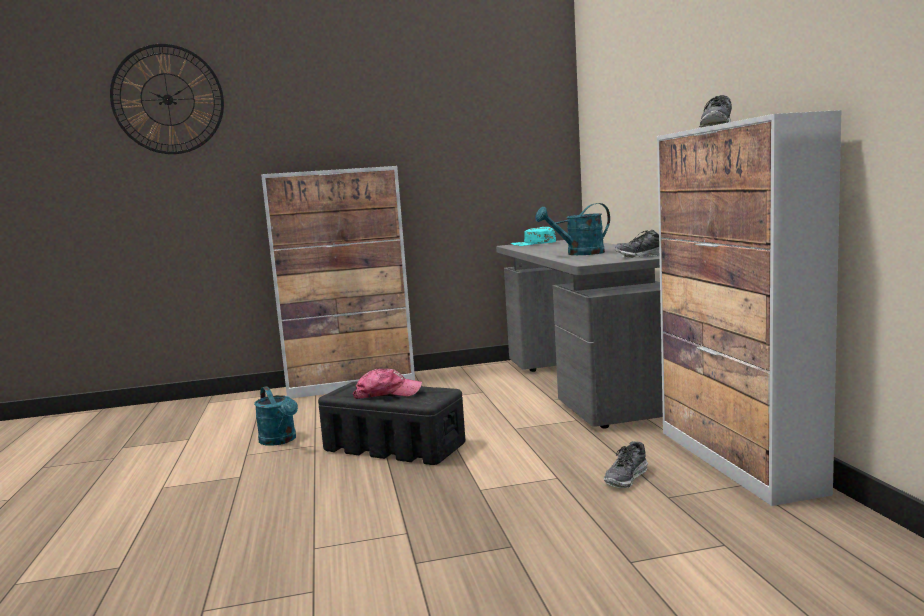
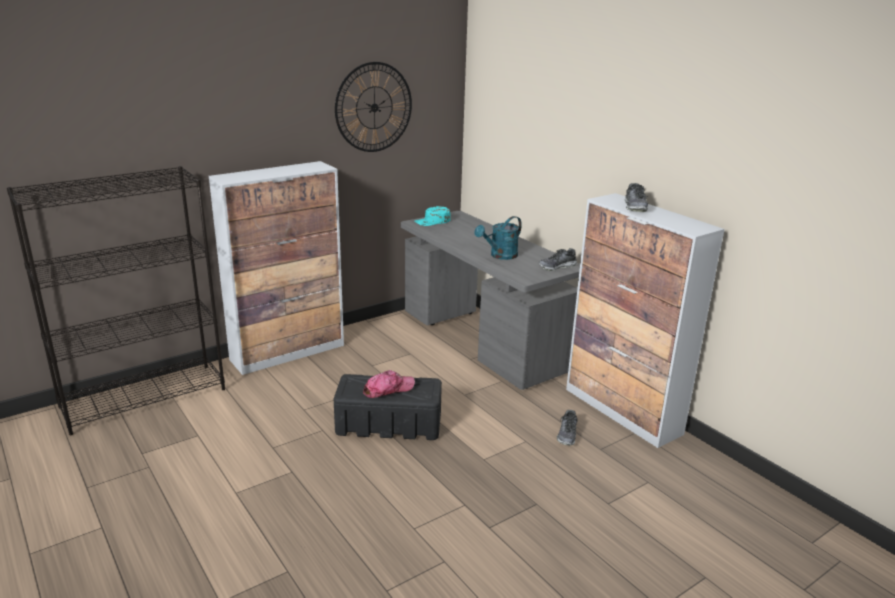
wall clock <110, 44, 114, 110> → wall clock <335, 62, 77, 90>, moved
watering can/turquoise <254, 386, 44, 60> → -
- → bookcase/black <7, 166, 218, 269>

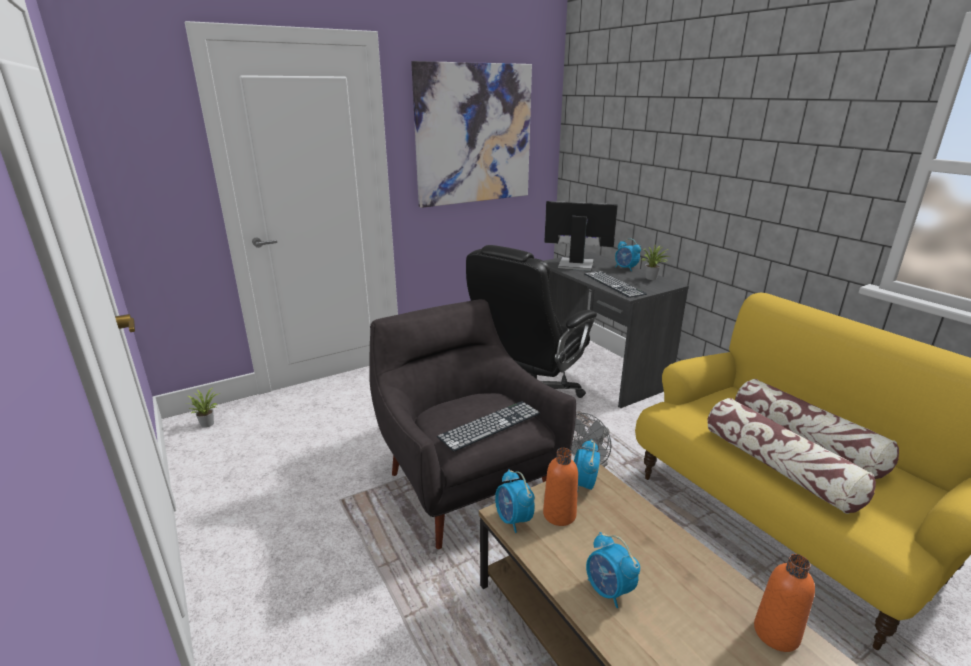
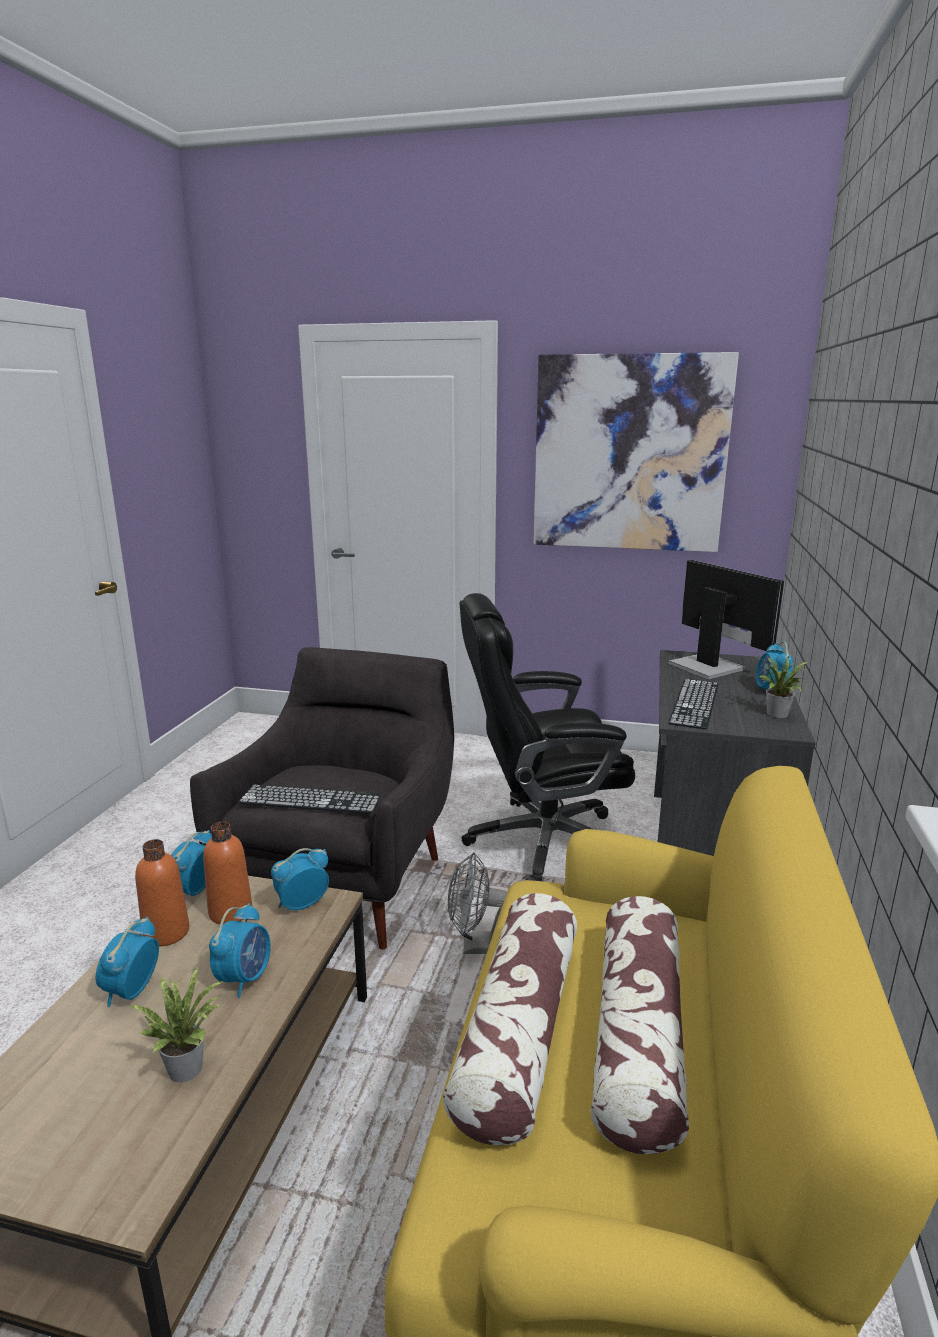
potted plant <188, 387, 30, 41> → potted plant <130, 967, 96, 115>, moved
bottle/orange <754, 554, 61, 98> → bottle/orange <135, 839, 54, 108>, moved
- → alarm clock <209, 903, 62, 95>

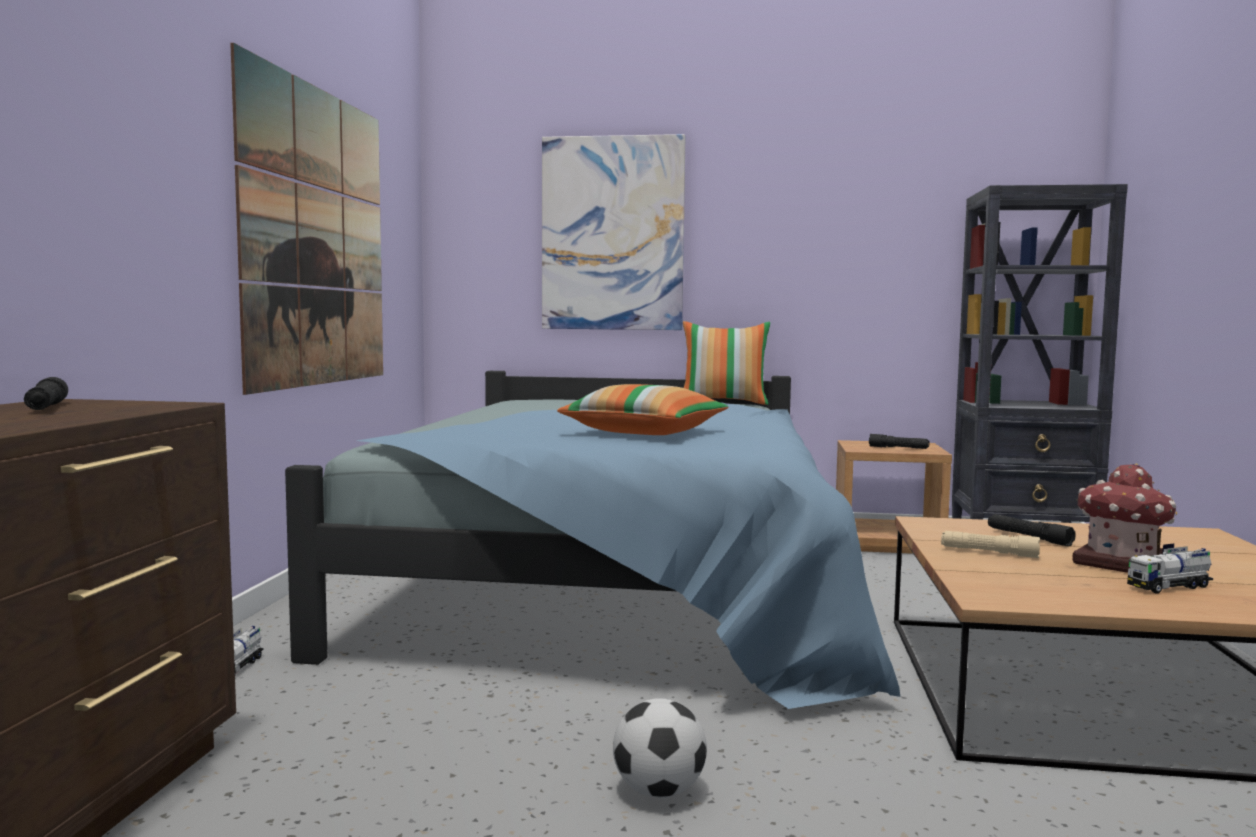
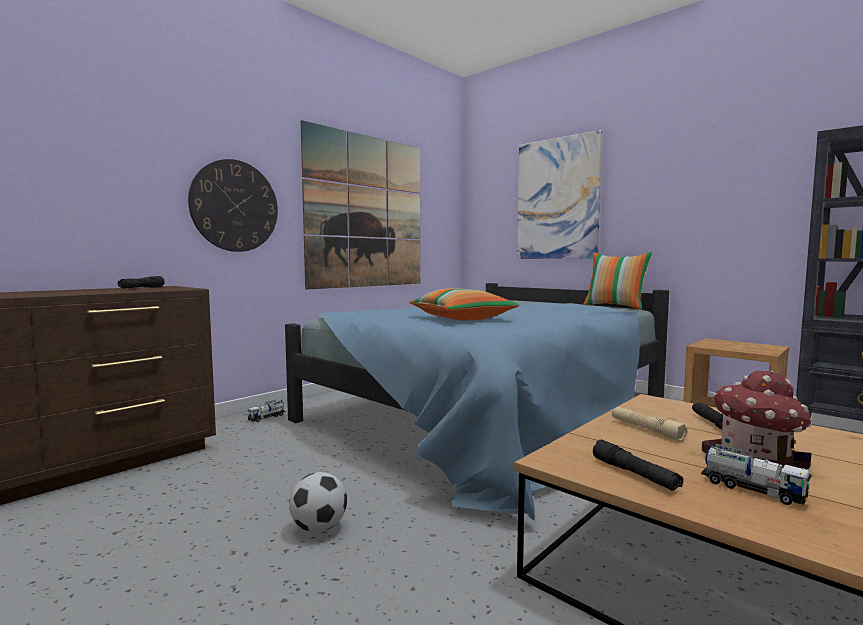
flashlight/black <869, 434, 60, 15> → flashlight/black <593, 440, 90, 51>, moved
toy truck <1127, 546, 86, 48> → toy truck <701, 444, 111, 61>, 150 degrees counterclockwise
- → wall clock <188, 159, 90, 93>

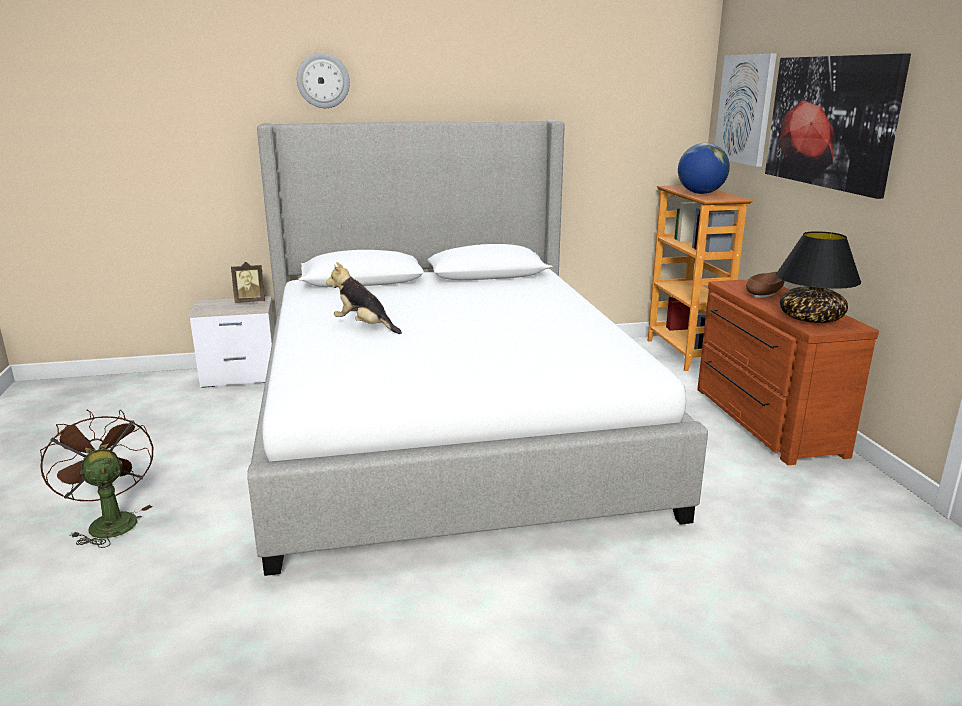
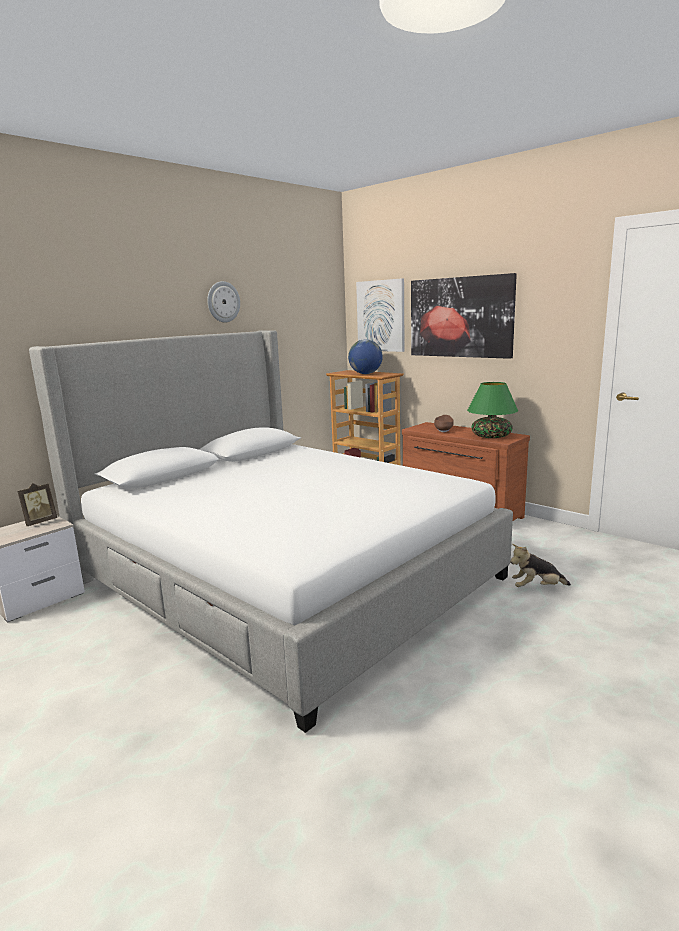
wall clock <297, 53, 53, 55> → wall clock <207, 281, 33, 41>, moved
table lamp/black <776, 231, 85, 92> → table lamp/green <467, 382, 51, 56>
plush toy <326, 262, 76, 72> → plush toy <510, 544, 61, 43>, moved
fan/brown <40, 409, 113, 139> → -

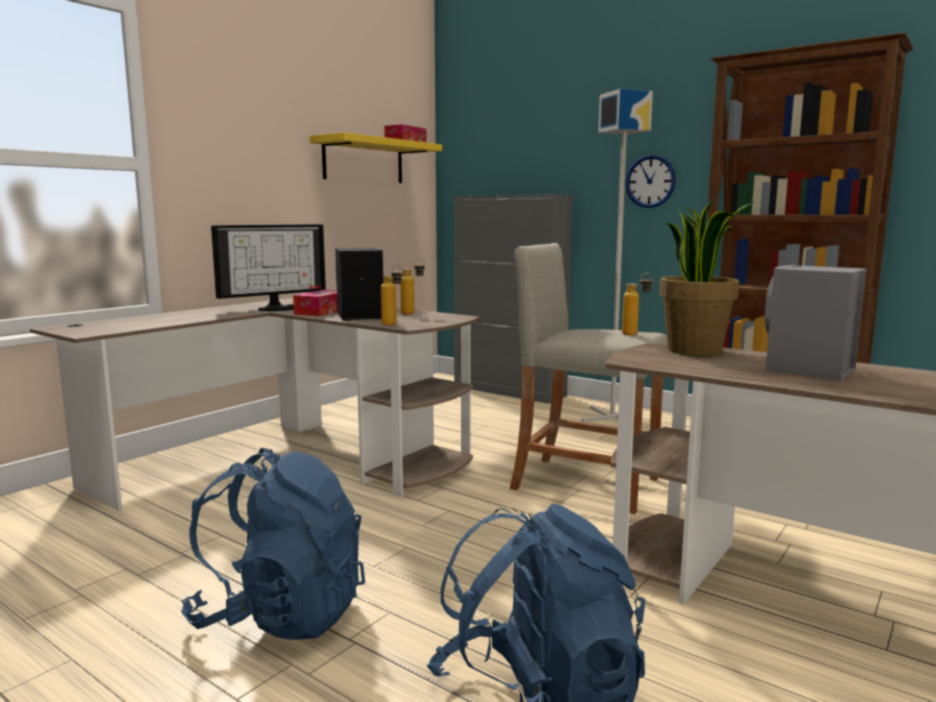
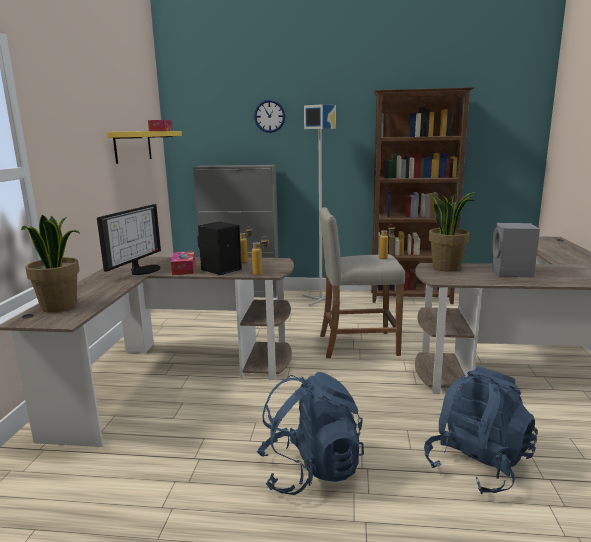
wall clock <625, 155, 51, 53> → wall clock <254, 100, 31, 33>, moved
- → potted plant <21, 214, 59, 99>

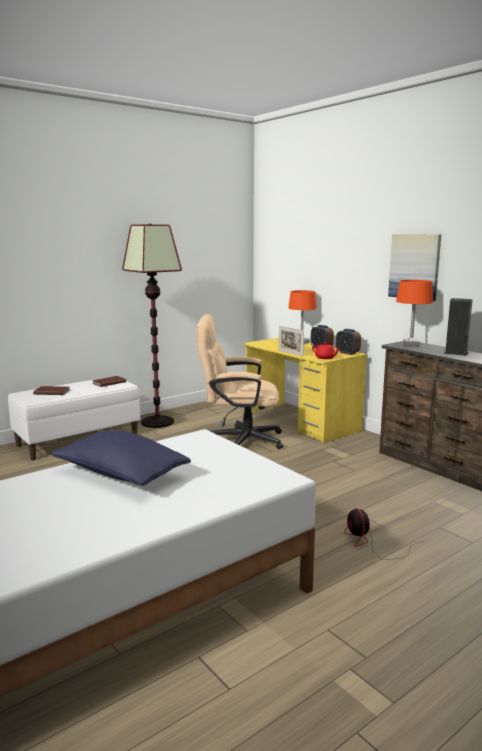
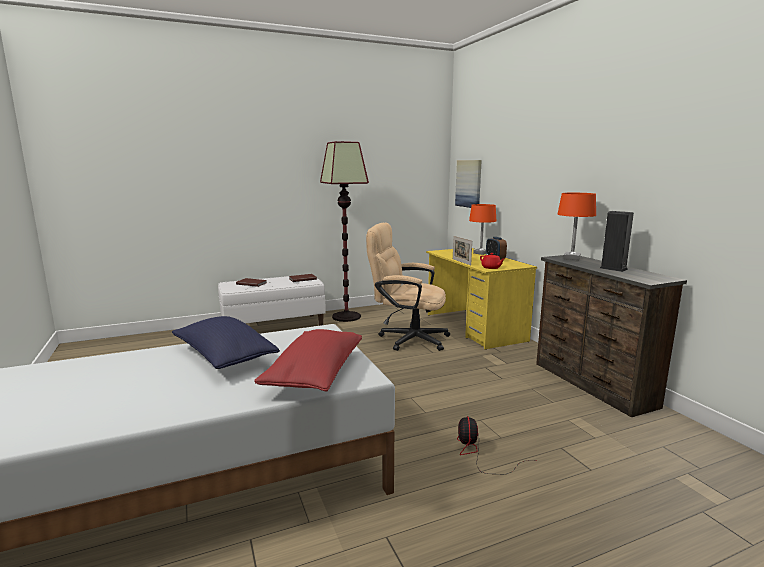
picture <388, 234, 53, 67> → picture <455, 160, 27, 48>, moved
alarm clock <336, 329, 25, 26> → -
- → pillow/red <254, 329, 108, 62>

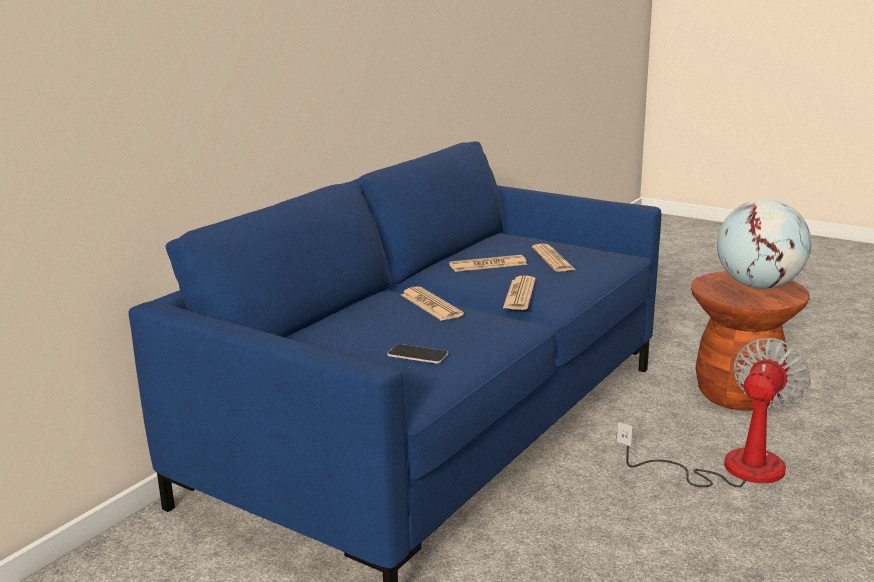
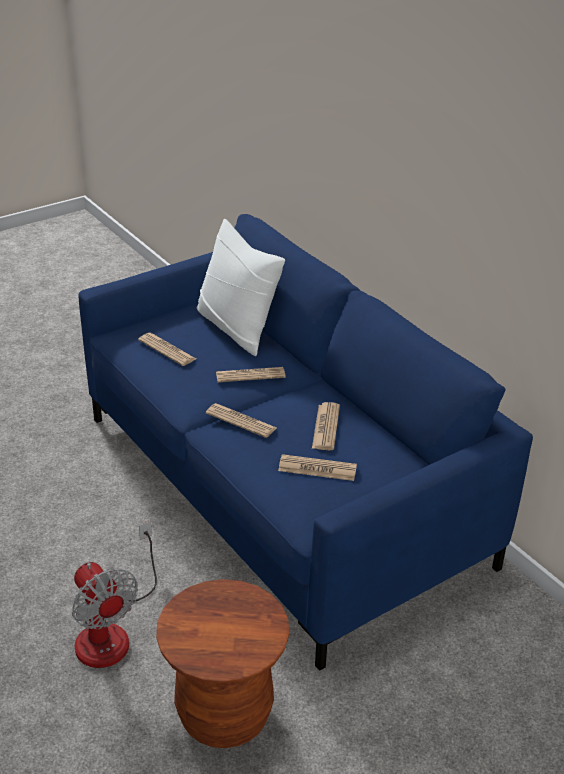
globe <717, 199, 94, 90> → -
phone <388, 344, 60, 19> → newspaper <138, 333, 58, 33>
- → pillow/white <197, 219, 88, 137>

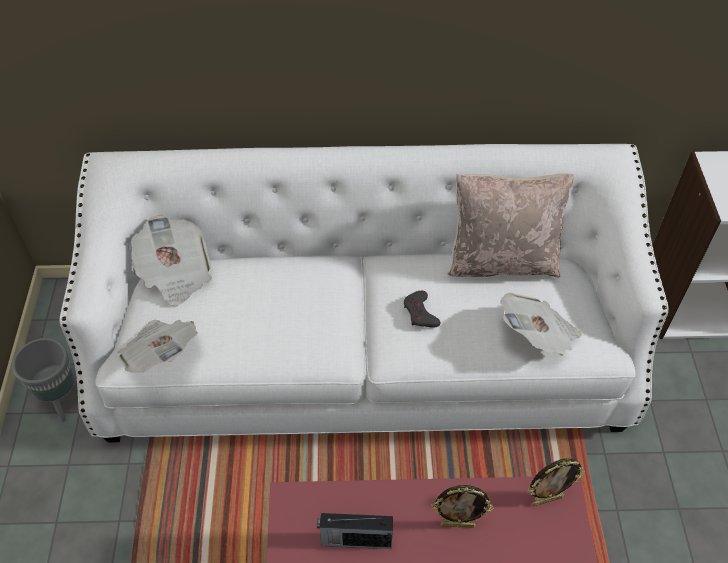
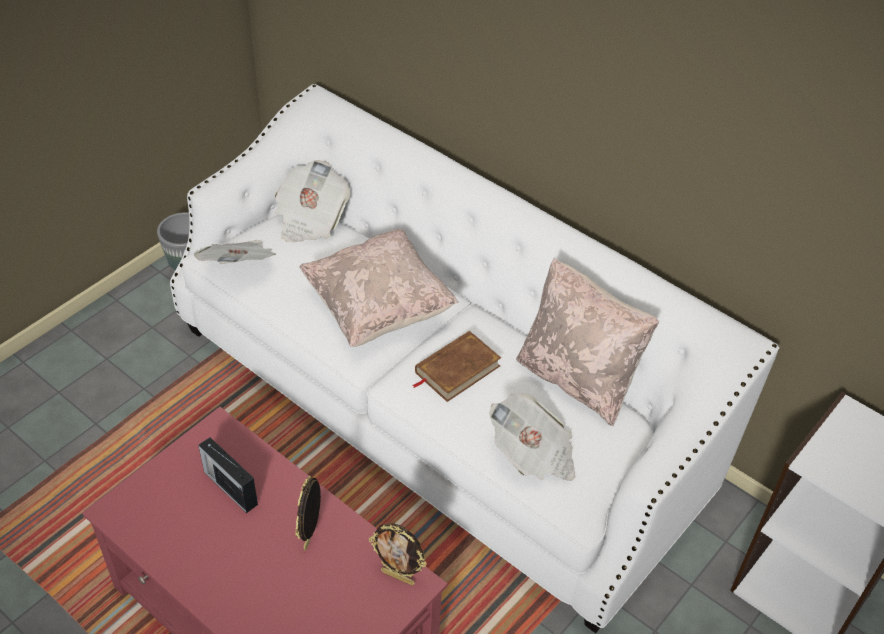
game controller/grey <404, 291, 37, 37> → book/brown <412, 331, 89, 71>
picture frame <431, 485, 63, 43> → picture frame <295, 476, 26, 75>, 60 degrees clockwise
- → pillow/beige <299, 229, 159, 118>

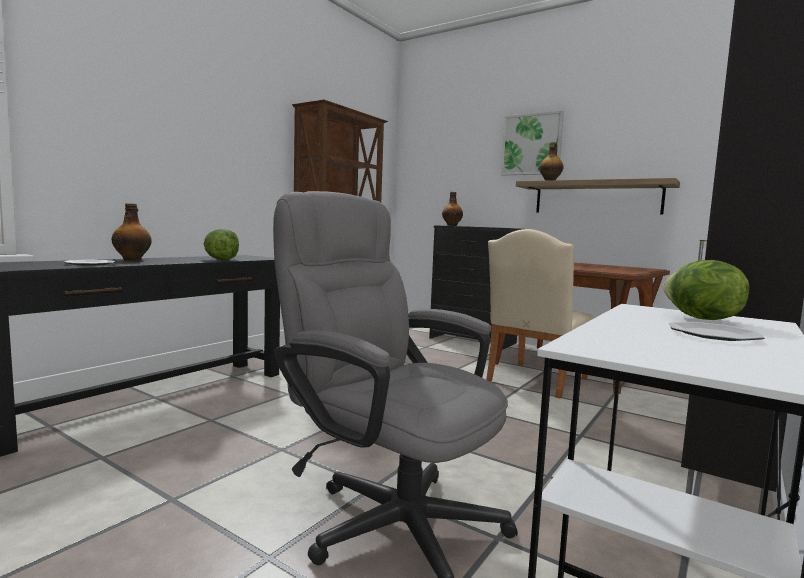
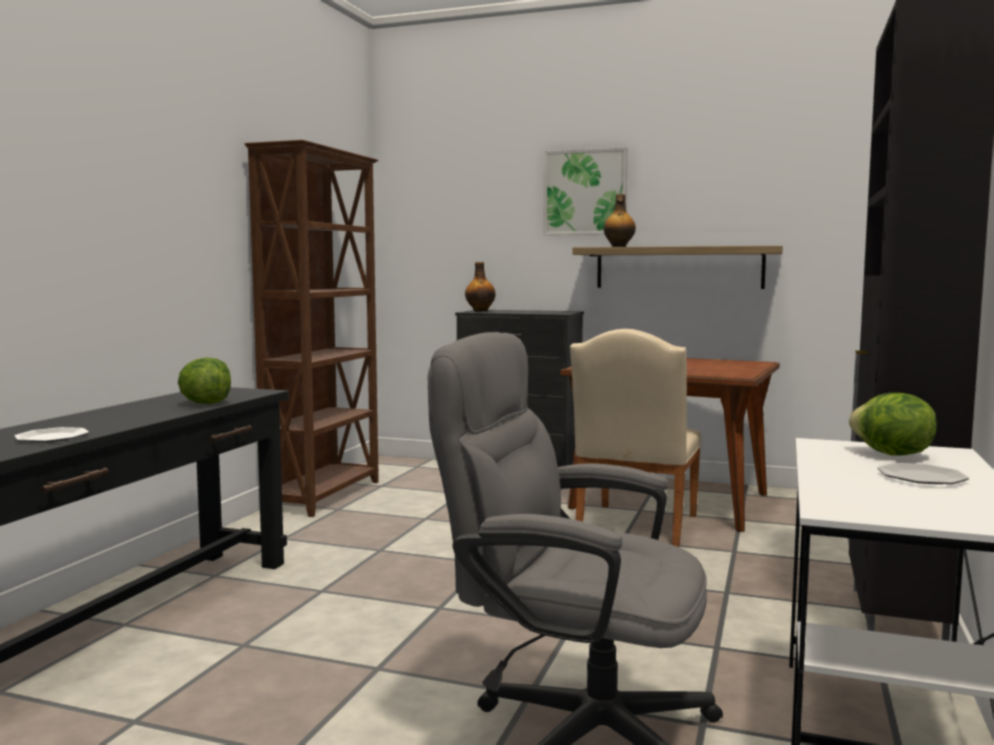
bottle <112, 203, 40, 58> → -

